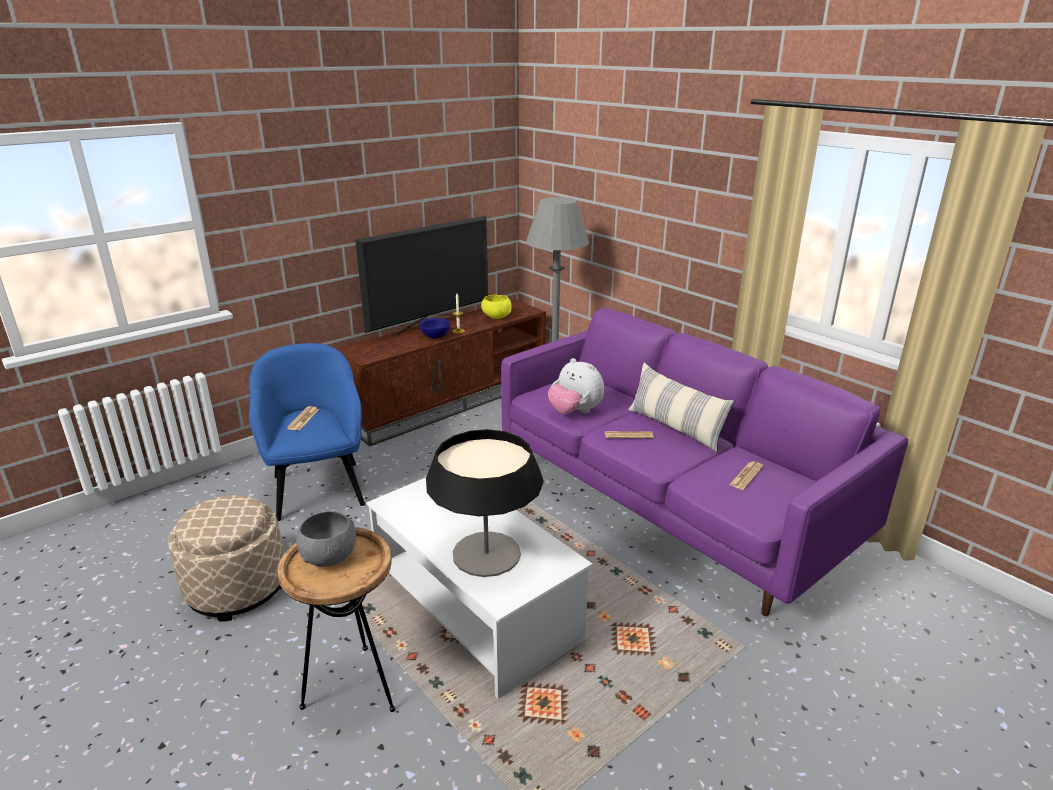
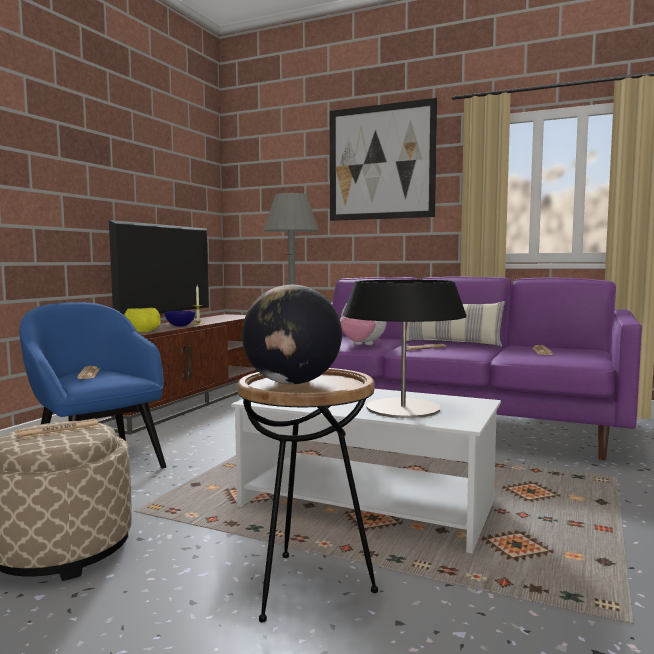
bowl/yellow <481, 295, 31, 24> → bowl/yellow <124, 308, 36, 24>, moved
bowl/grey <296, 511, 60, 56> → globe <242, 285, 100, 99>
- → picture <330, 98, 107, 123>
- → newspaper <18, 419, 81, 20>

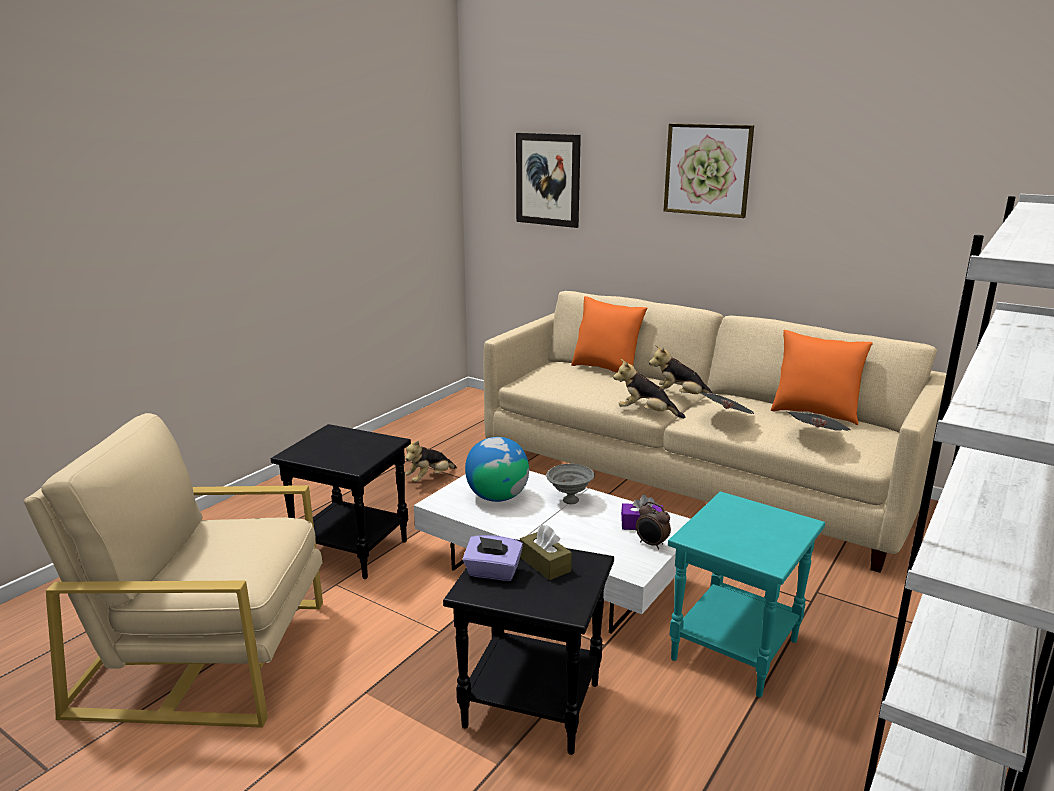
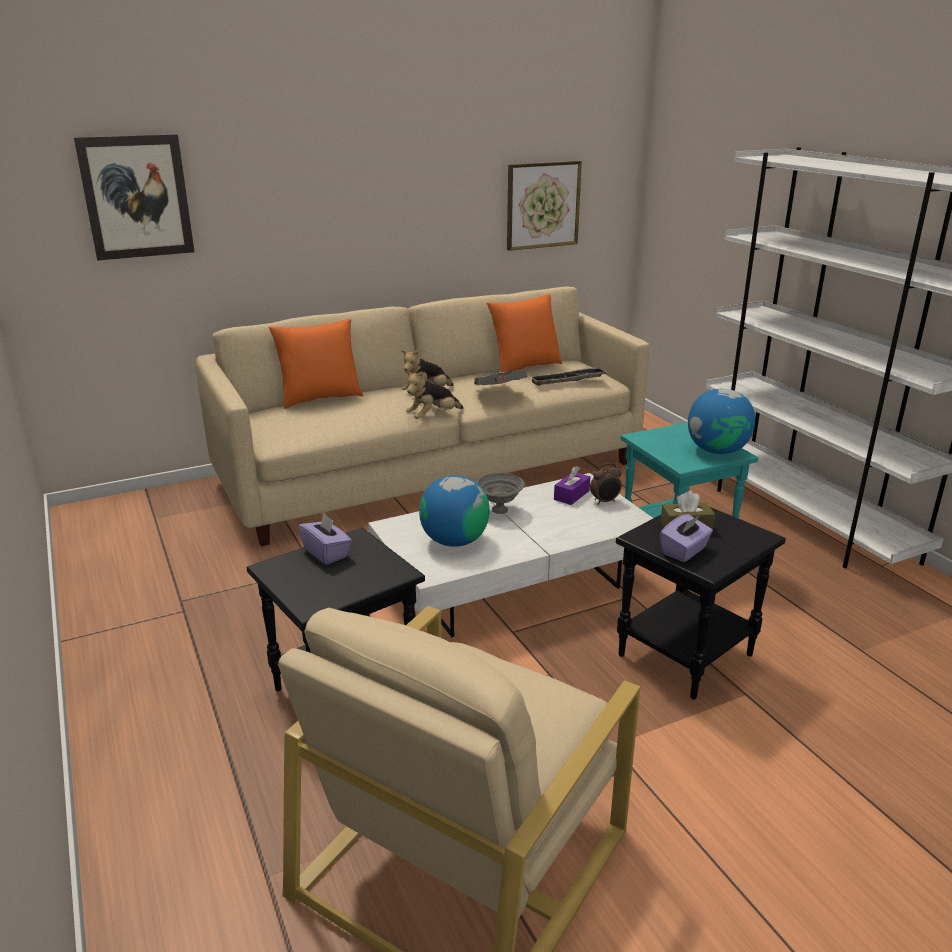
picture <664, 123, 90, 95> → picture <507, 161, 75, 90>, moved
newspaper <785, 411, 66, 20> → tray <530, 367, 76, 19>
plush toy <405, 440, 52, 42> → -
- → globe <688, 389, 67, 65>
- → tissue box/purple <298, 512, 54, 53>

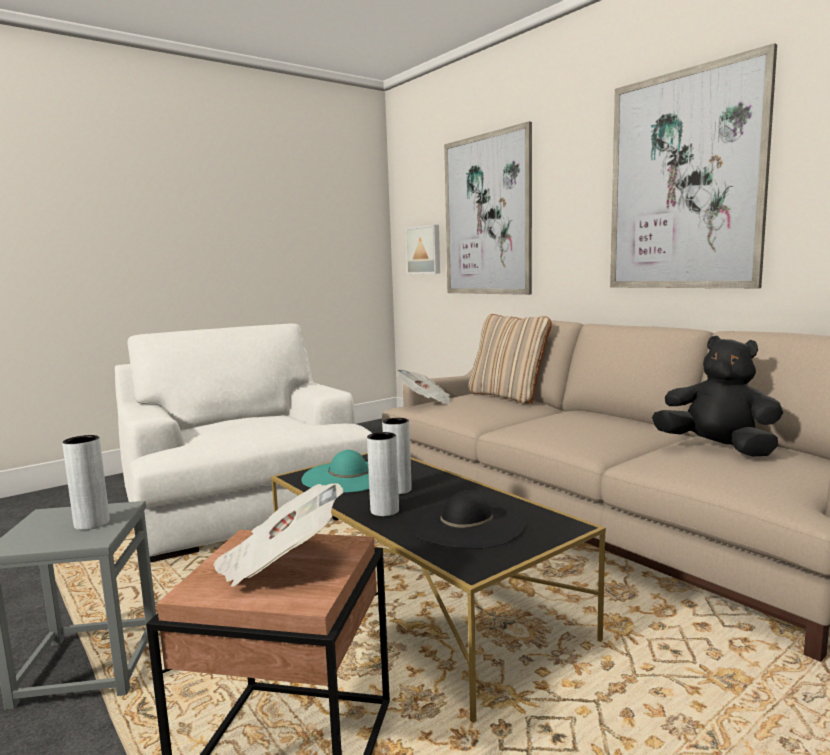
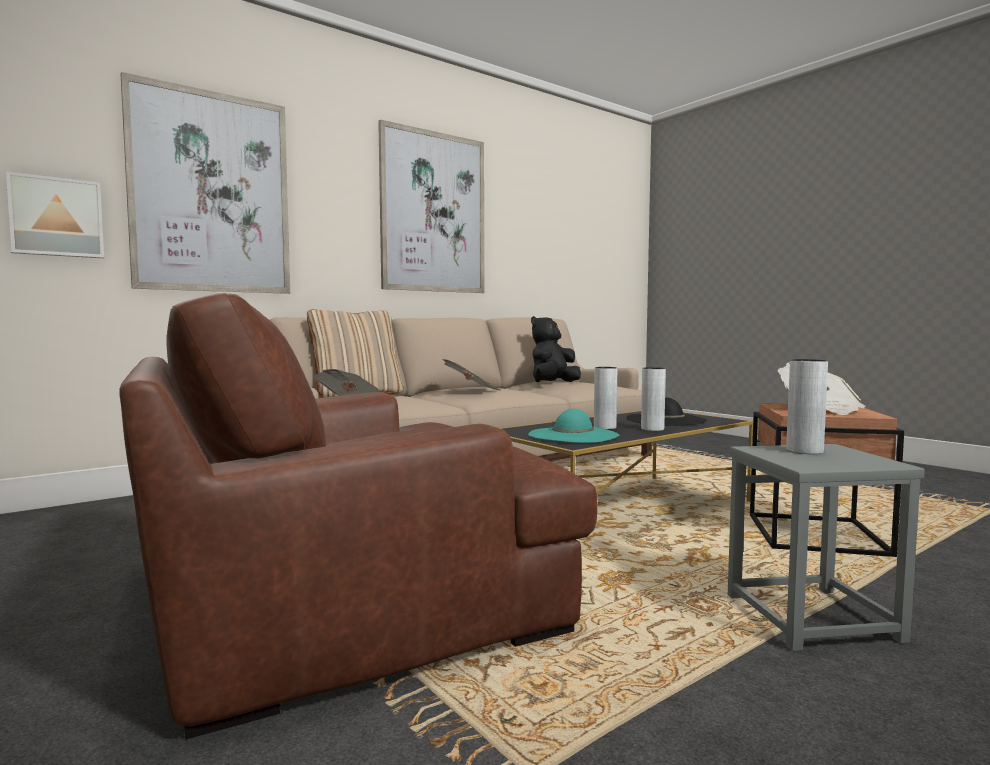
armchair/white <115, 324, 257, 239> → armchair/brown <119, 293, 478, 446>
- → newspaper <442, 359, 59, 31>

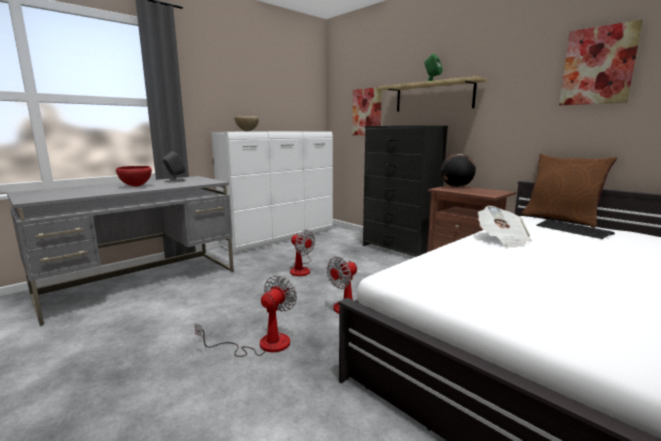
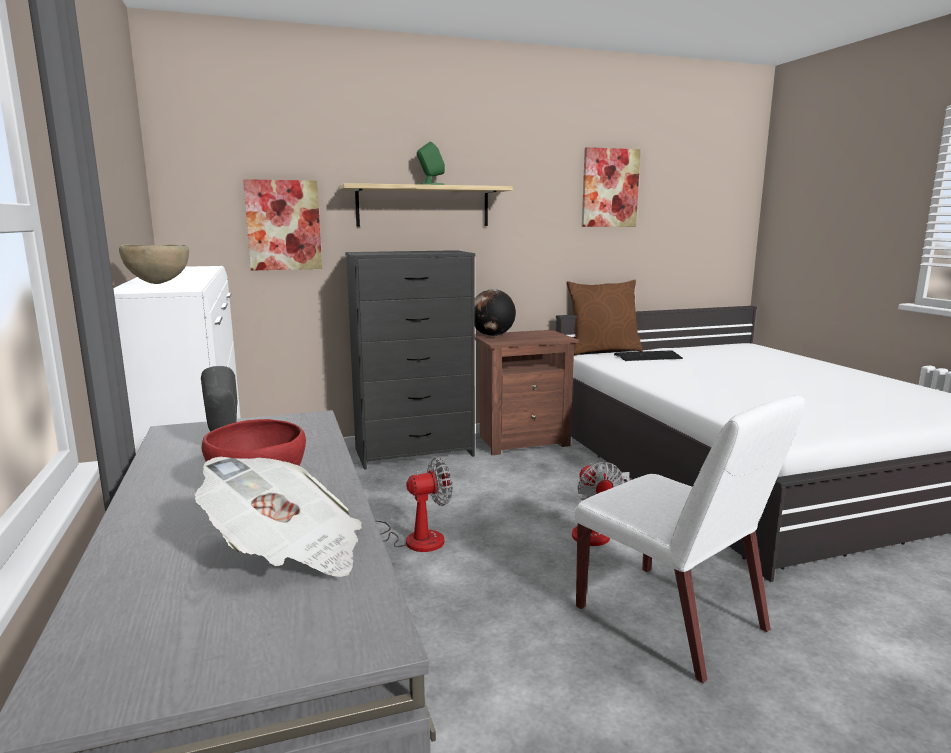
newspaper <478, 206, 54, 42> → newspaper <194, 457, 168, 120>, moved
fan <195, 275, 102, 82> → chair/white <574, 395, 231, 288>

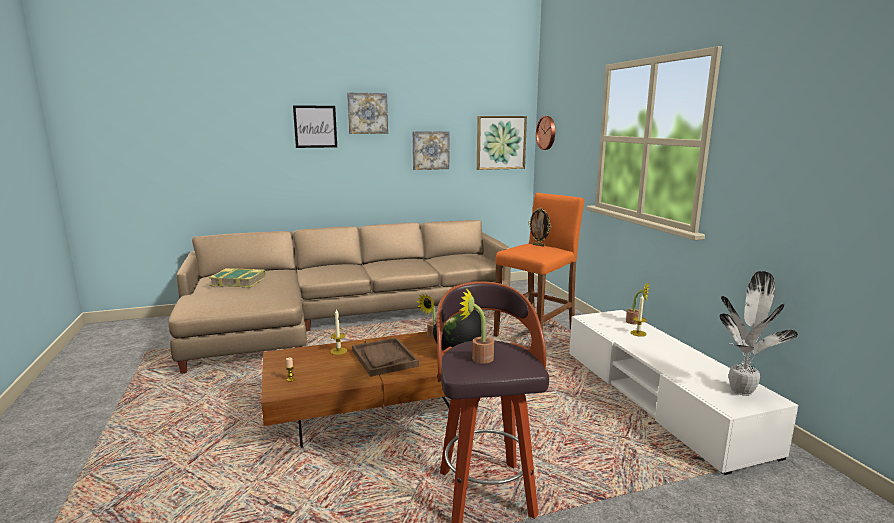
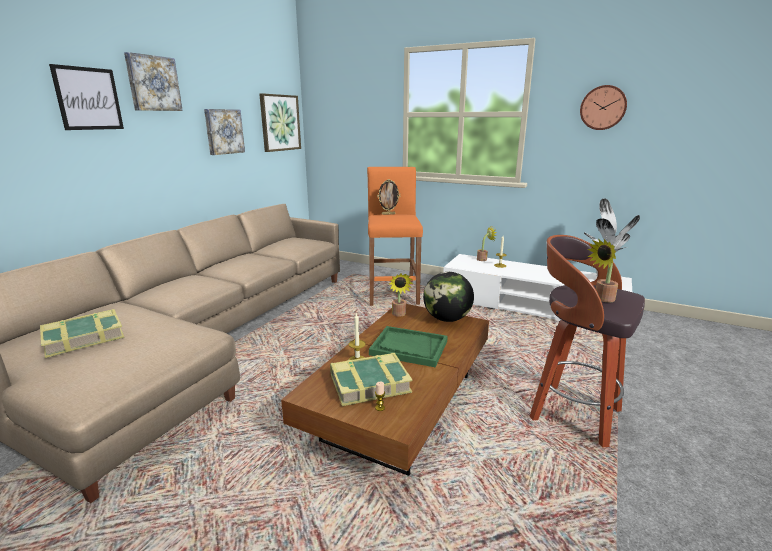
wall clock <536, 116, 19, 34> → wall clock <580, 85, 47, 45>, moved
tray/brown <352, 337, 67, 40> → tray/green <369, 326, 79, 41>
- → book <330, 353, 82, 53>

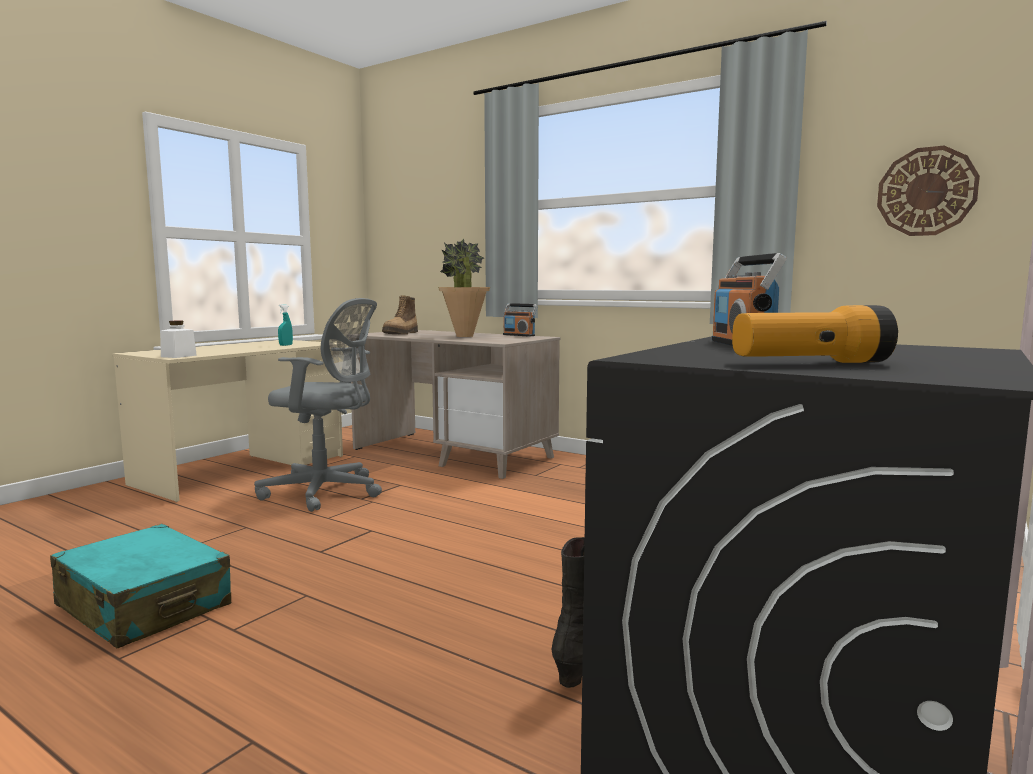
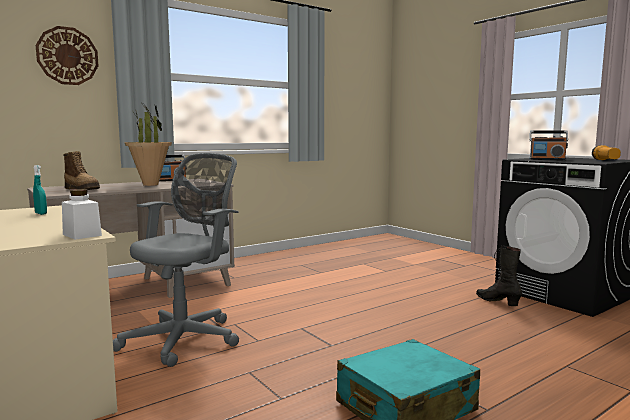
wall clock <877, 146, 103, 90> → wall clock <36, 26, 63, 59>, moved

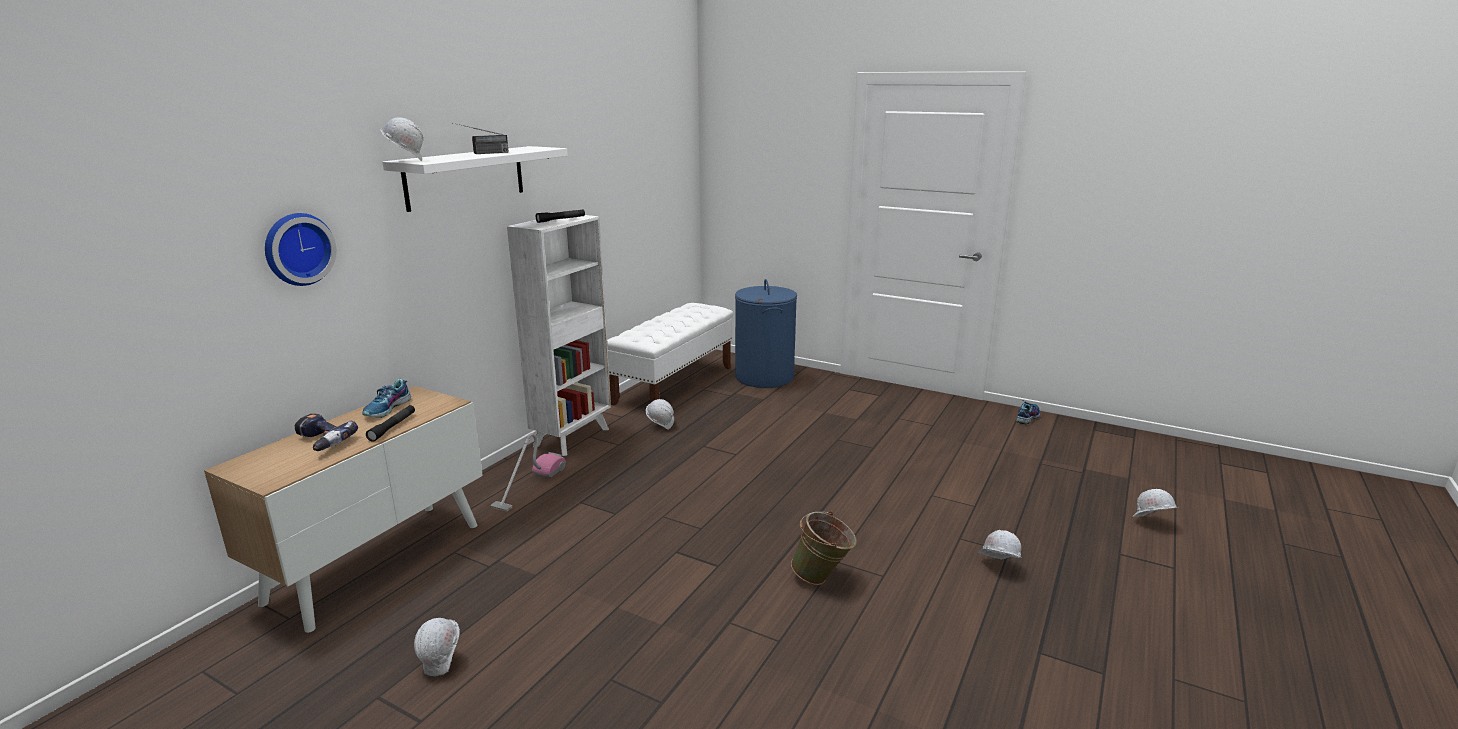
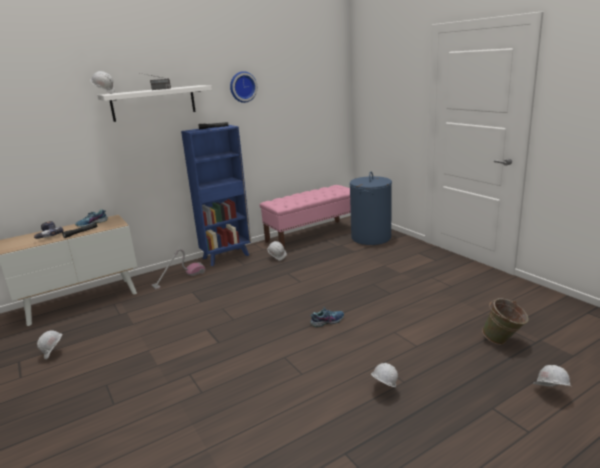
wall clock <265, 213, 72, 73> → wall clock <230, 71, 27, 32>, moved
bookcase/white <507, 215, 104, 241> → bookcase/blue <181, 125, 70, 141>
bench/white <607, 303, 126, 102> → bench/pink <260, 185, 91, 64>
shoe <1016, 399, 24, 25> → shoe <310, 305, 34, 22>, moved
bucket/green <791, 511, 66, 74> → bucket/green <482, 298, 47, 47>, moved

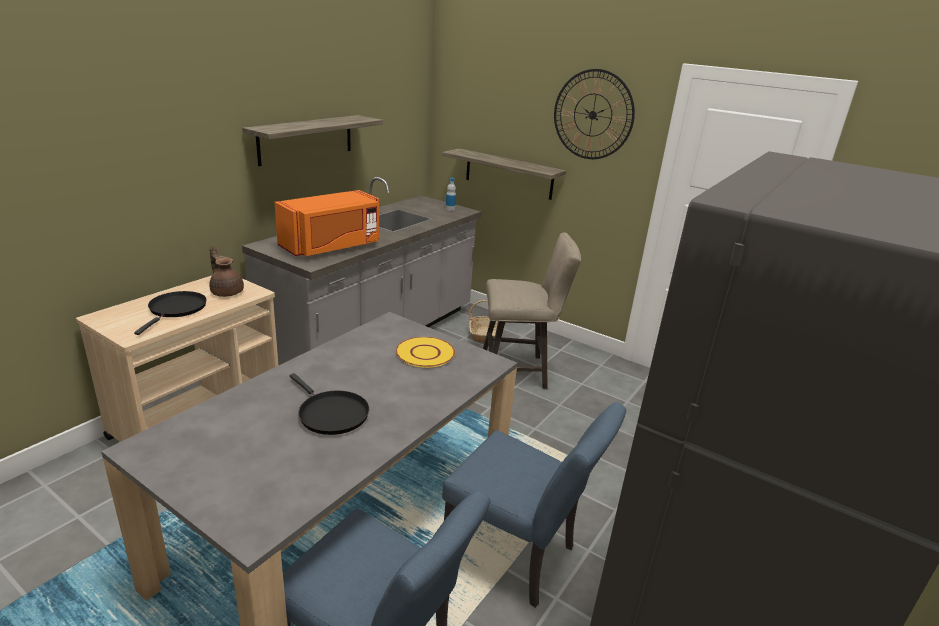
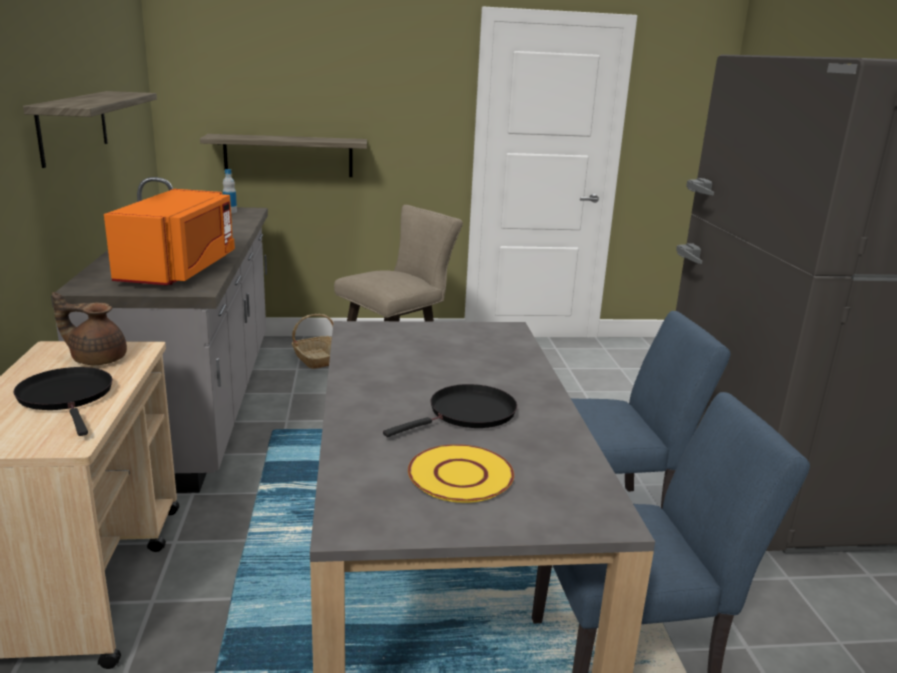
wall clock <554, 69, 81, 90> → -
plate/yellow <396, 337, 59, 31> → plate/yellow <408, 444, 106, 59>, moved
frying pan/black <290, 373, 79, 62> → frying pan/black <383, 384, 134, 53>, 45 degrees counterclockwise

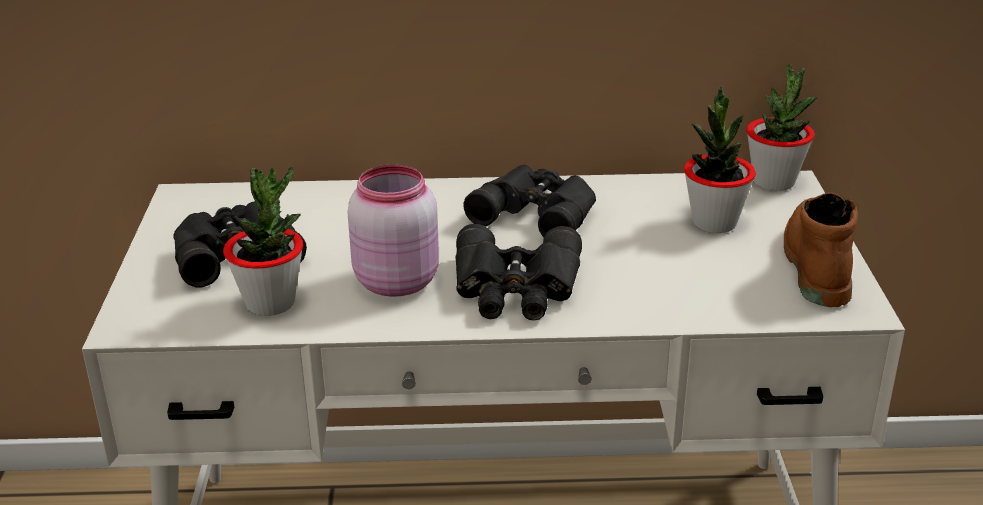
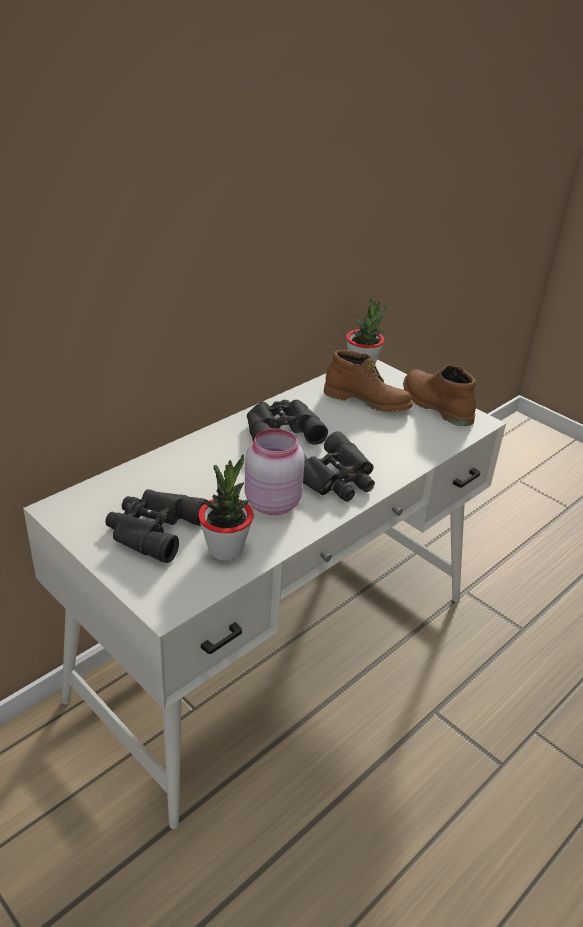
potted plant <684, 86, 72, 147> → boot/brown <324, 350, 89, 62>

